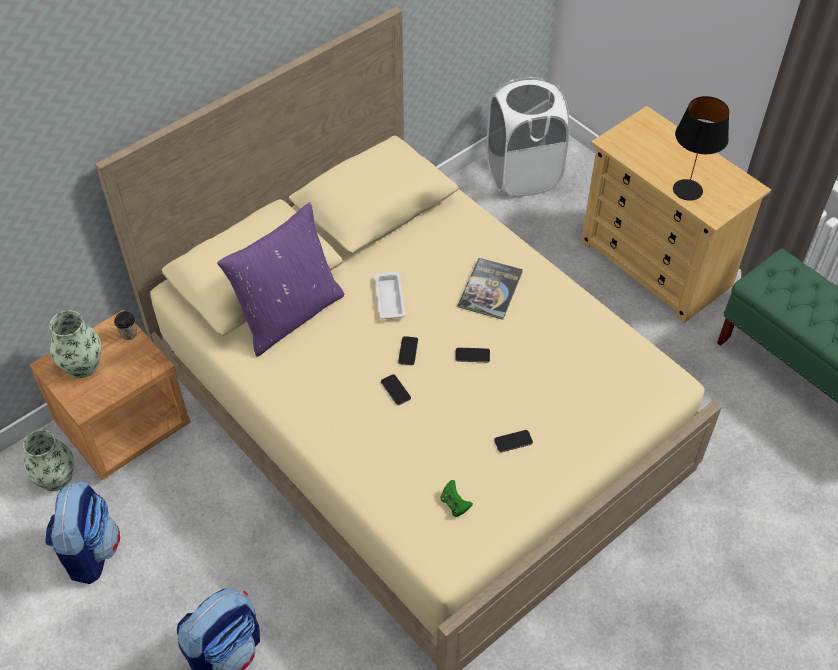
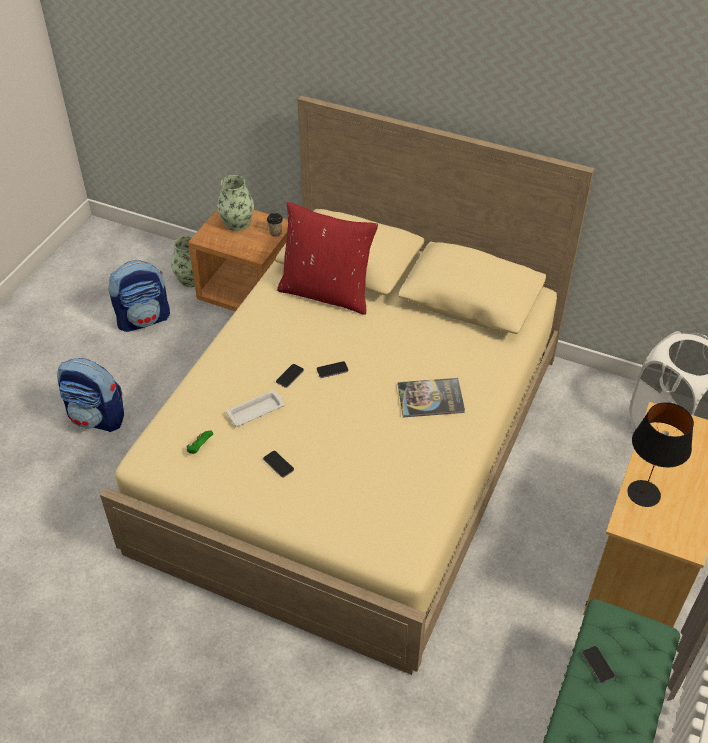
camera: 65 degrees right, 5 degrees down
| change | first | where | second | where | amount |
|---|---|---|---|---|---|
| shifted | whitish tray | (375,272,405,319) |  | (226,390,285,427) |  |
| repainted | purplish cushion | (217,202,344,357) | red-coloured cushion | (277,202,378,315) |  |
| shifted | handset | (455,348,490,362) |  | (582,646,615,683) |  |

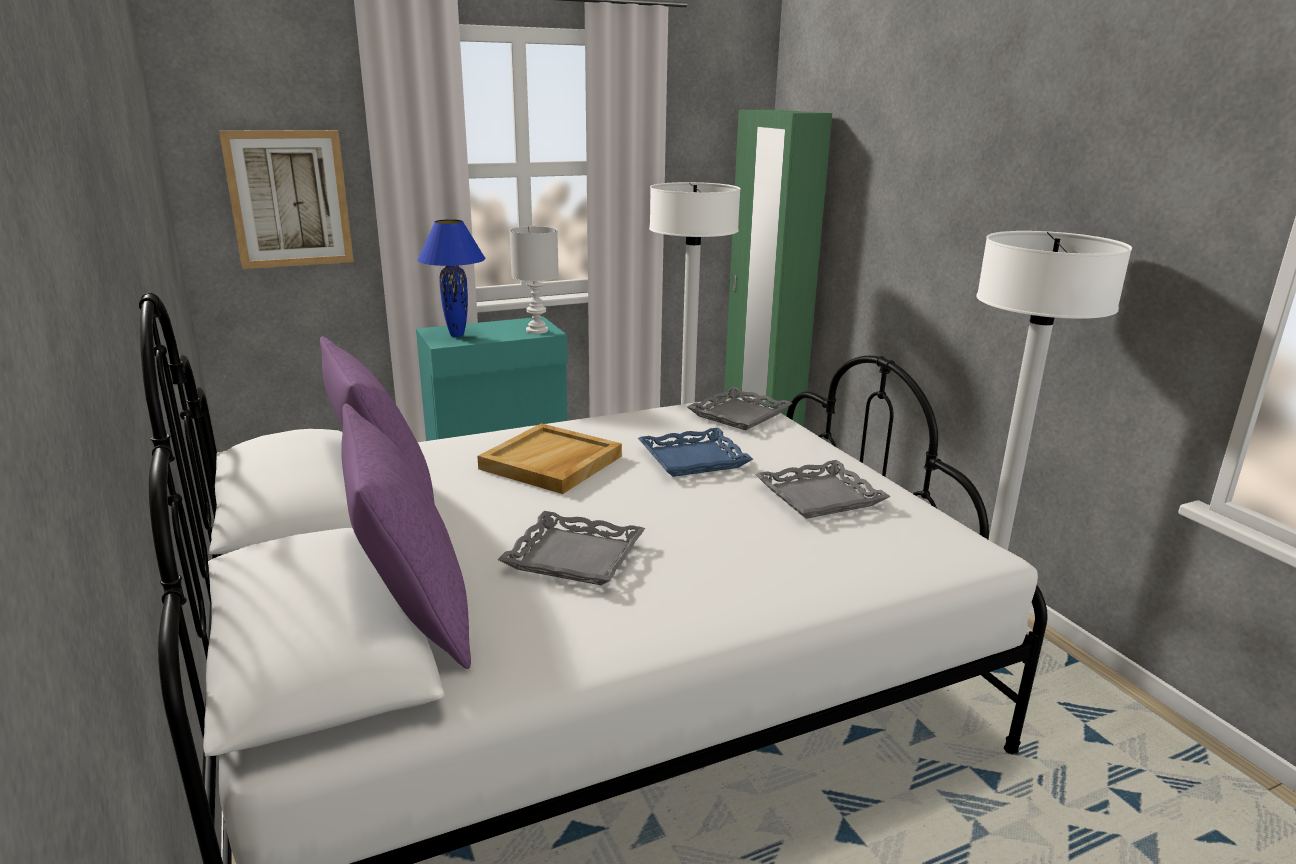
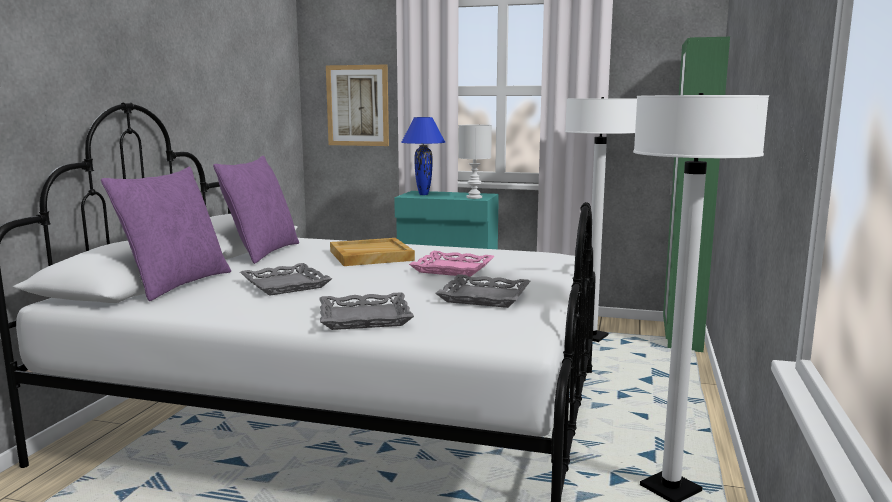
camera: 40 degrees right, 10 degrees down
| change | first | where | second | where | amount |
|---|---|---|---|---|---|
| shifted | grey tray | (687,387,793,430) |  | (319,292,414,330) |  |
| repainted | bluish tray | (638,428,753,477) | pinkish tray | (409,251,495,277) |  |

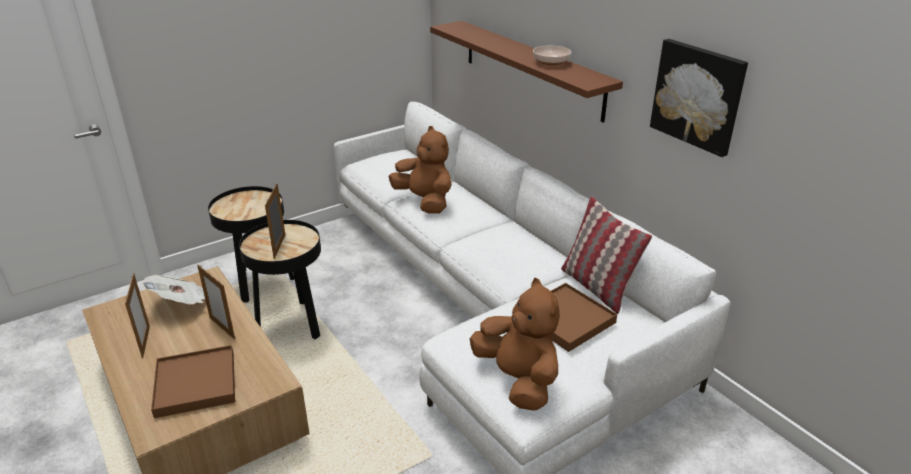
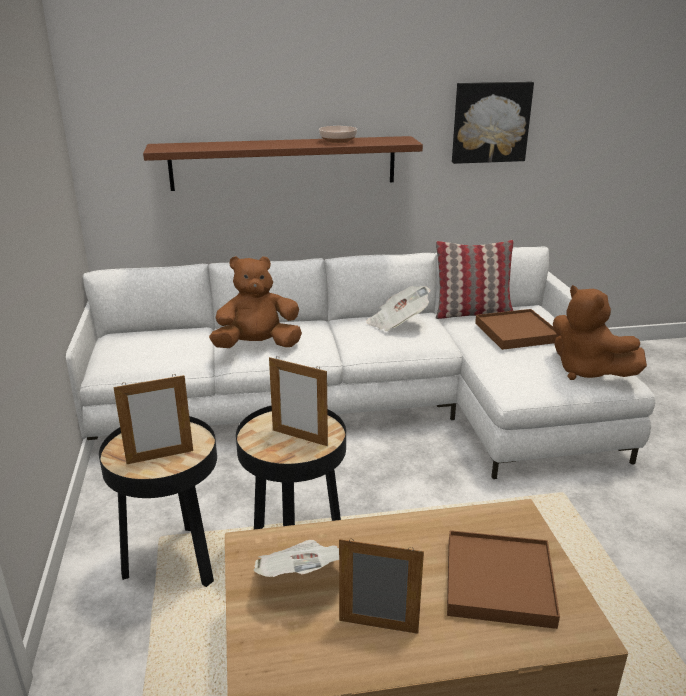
camera: 65 degrees left, 5 degrees down
| change | first | where | second | where | amount |
|---|---|---|---|---|---|
| shifted | picture frame | (197,265,235,340) |  | (113,375,193,464) |  |
| new |  |  | newspaper | (367,286,431,331) |  |
| rotated | brownish plush toy | (469,278,560,411) |  | (553,285,647,380) | 120 degrees counterclockwise |

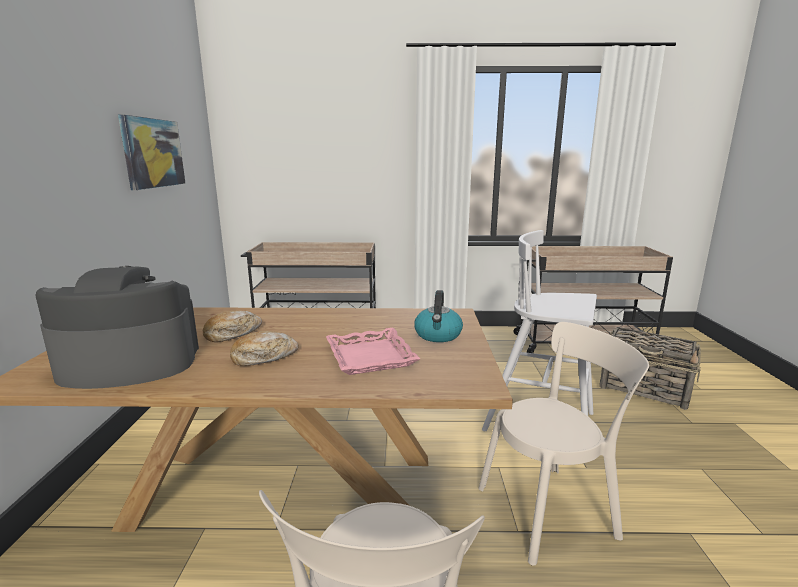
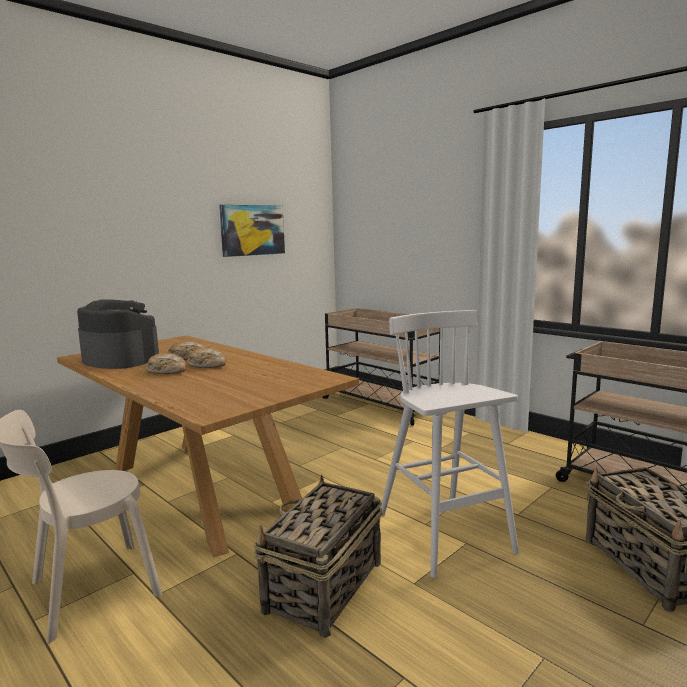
camera: 45 degrees right, 5 degrees down
| change | first | where | second | where | amount |
|---|---|---|---|---|---|
| new |  |  | bakery bread | (187,348,226,368) |  |
| swapped | sand-coloured plain chair | (479,322,649,566) | basket | (254,474,383,638) |  |
| gone | pinkish tray | (326,328,420,375) |  |  |  |
| gone | kettle | (414,290,463,342) |  |  |  |

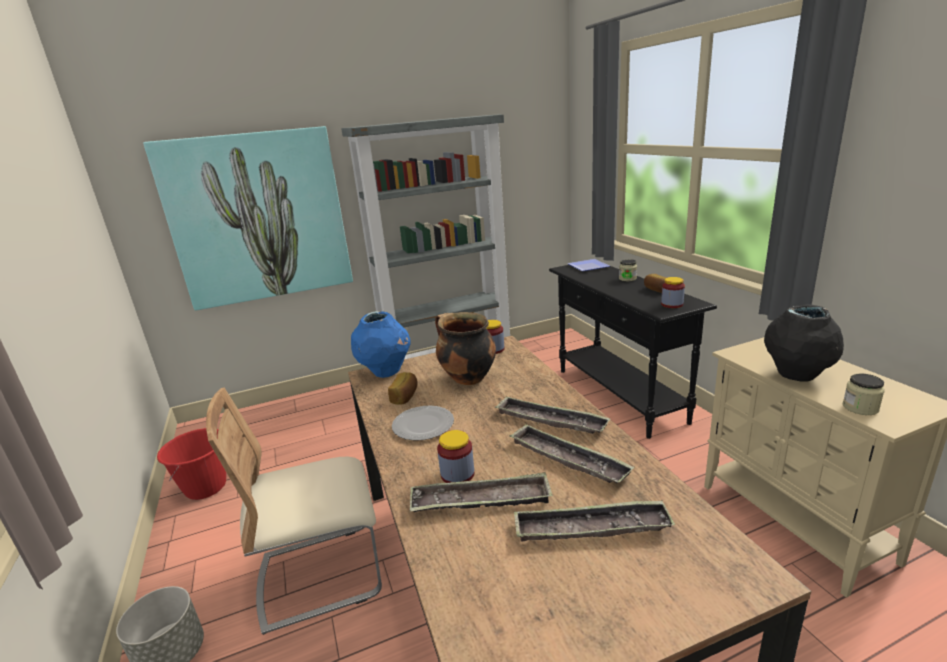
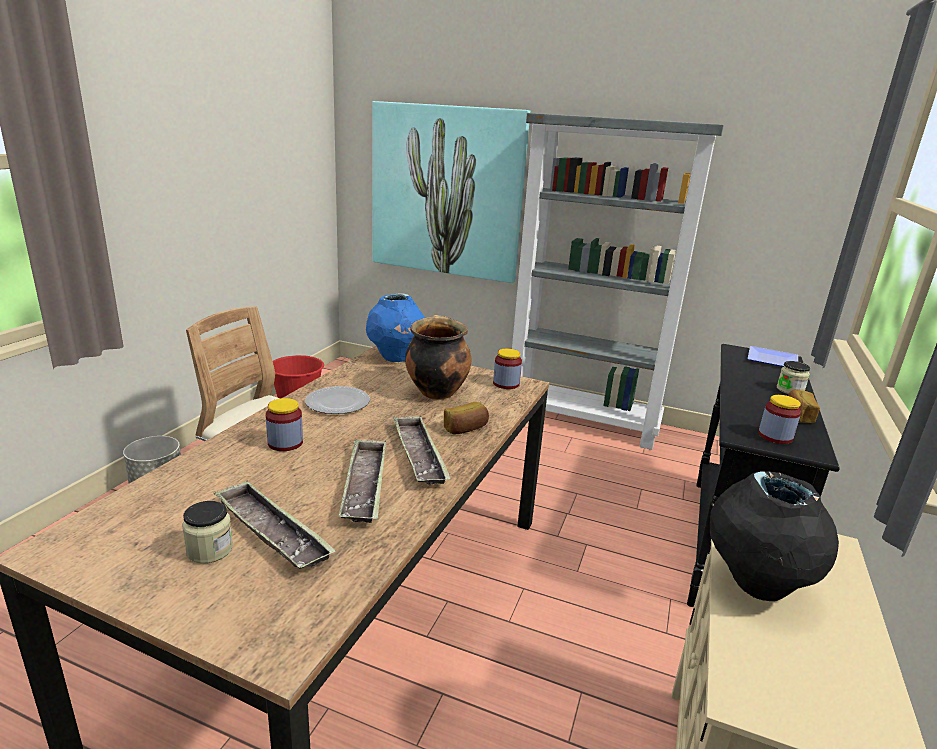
camera: 40 degrees right, 0 degrees up
| change | first | where | second | where | amount |
|---|---|---|---|---|---|
| shifted | storage jar | (843,373,885,415) |  | (182,501,233,564) |  |
| shifted | bakery bread | (388,372,418,405) |  | (444,402,489,434) |  |
| gone | tray | (410,472,553,512) |  |  |  |

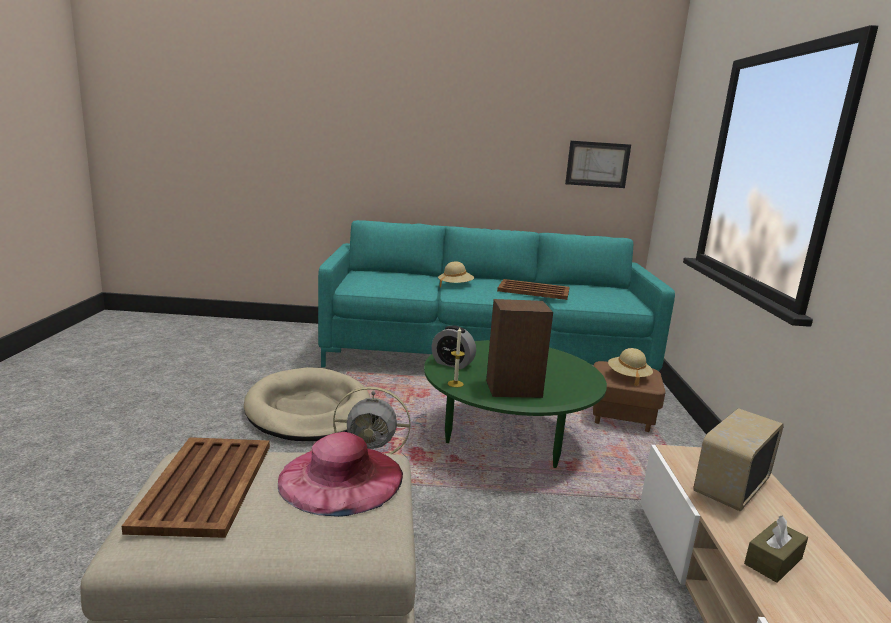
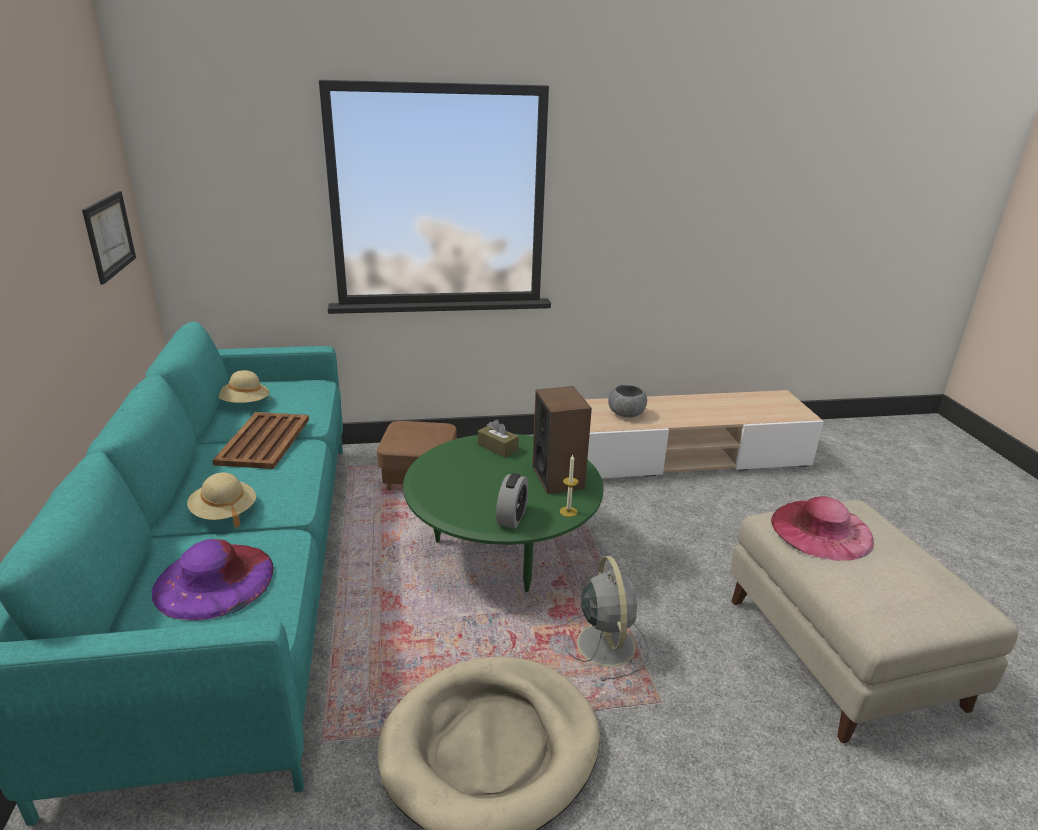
camera: 100 degrees left, 10 degrees up
| change | first | where | second | where | amount |
|---|---|---|---|---|---|
| new |  |  | purplish wearable hat | (151,539,274,621) |  |
| shifted | sand-coloured wearable hat | (608,348,653,386) |  | (218,370,271,403) |  |
| shifted | brownish tissue holder | (744,515,808,583) |  | (478,419,519,458) |  |
| swapped | radio set | (693,408,784,511) | grey bowl | (608,385,647,417) |  |
| gone | brownish tray | (121,437,270,538) |  |  |  |

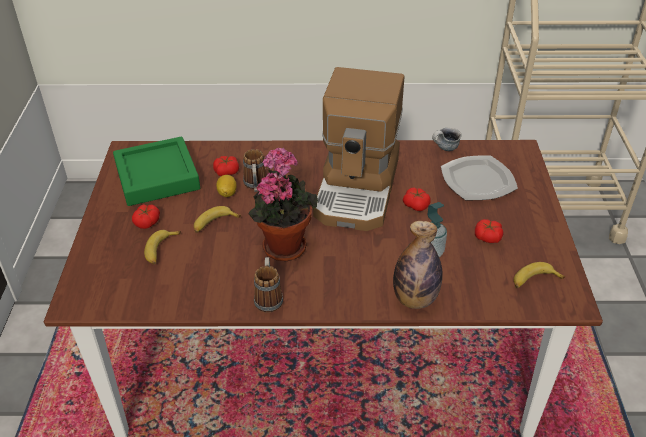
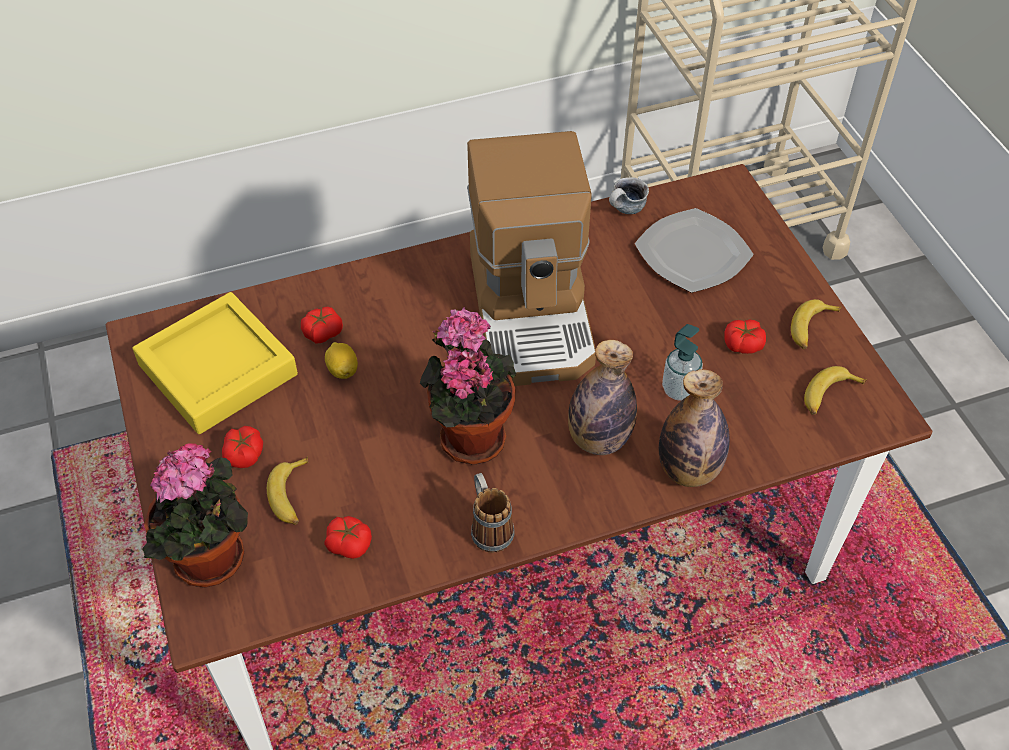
camera: 20 degrees left, 10 degrees up
| change | first | where | second | where | amount |
|---|---|---|---|---|---|
| repainted | green-coloured tray | (113,137,200,206) | yellow-coloured tray | (133,292,298,434) |  |
| new |  |  | houseplant | (142,443,248,588) |  |
| shifted | fresh tomato | (403,187,431,211) |  | (324,516,372,559) |  |
| new |  |  | bottle | (568,340,637,455) |  |
| shifted | banana | (194,206,241,233) |  | (791,299,841,349) |  |
| gone | tea mug | (243,149,267,192) |  |  |  |

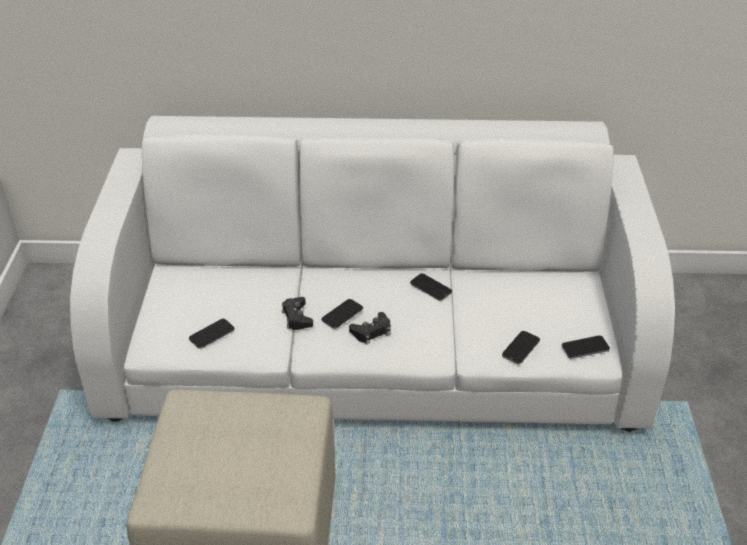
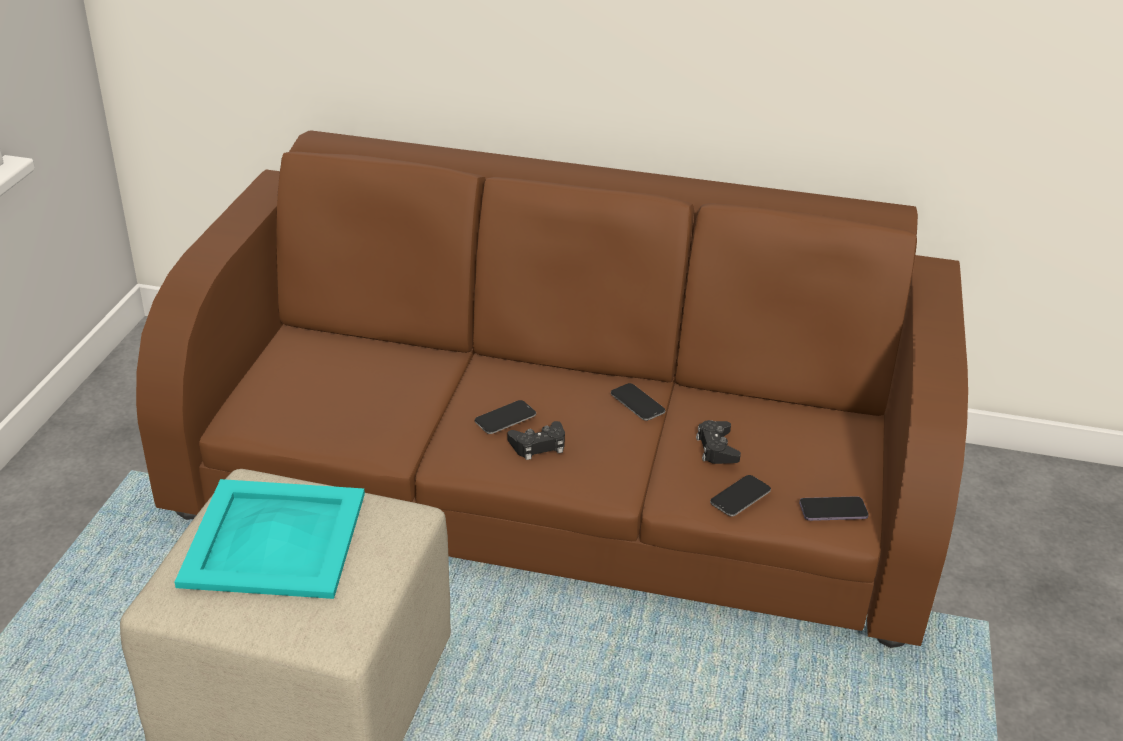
camera: 10 degrees right, 5 degrees down
| change | first | where | second | where | amount |
|---|---|---|---|---|---|
| repainted | whitish couch | (70,116,675,432) | brownish couch | (136,130,968,648) |  |
| new |  |  | turquoise-coloured tray | (175,479,365,599) |  |
| shifted | black game controller | (282,297,313,330) |  | (696,420,741,464) |  |
| gone | handset | (189,319,235,349) |  |  |  |

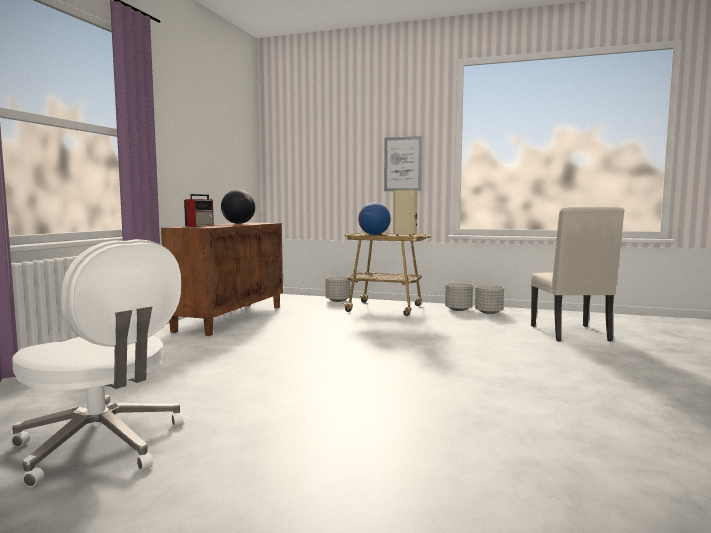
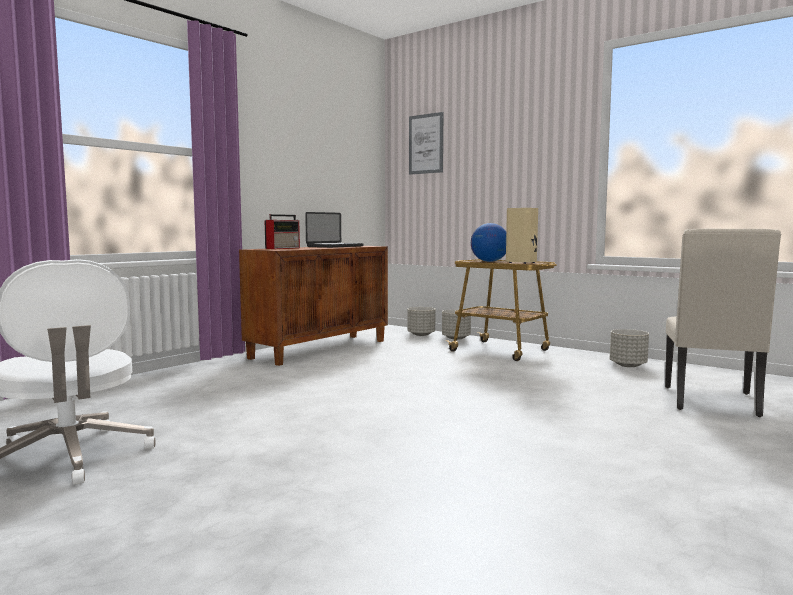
camera: 20 degrees right, 0 degrees up
| change | first | where | second | where | amount |
|---|---|---|---|---|---|
| swapped | globe | (221,190,255,224) | laptop | (305,212,363,248) |  |
| shifted | grey planter | (445,283,473,311) |  | (407,307,435,336) |  |
| shifted | wall art | (384,136,422,191) |  | (409,112,443,175) |  |

